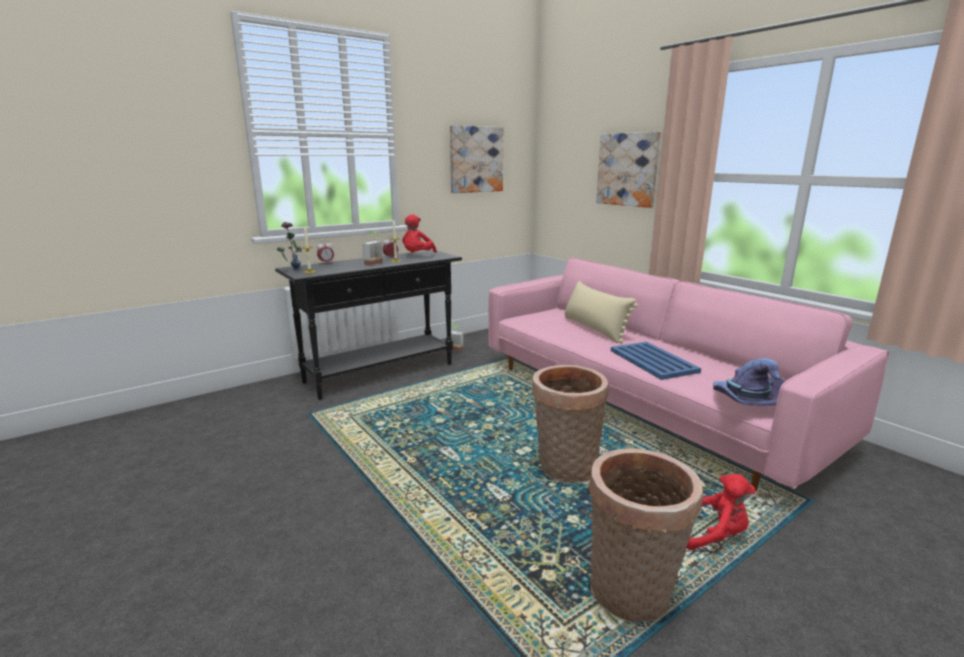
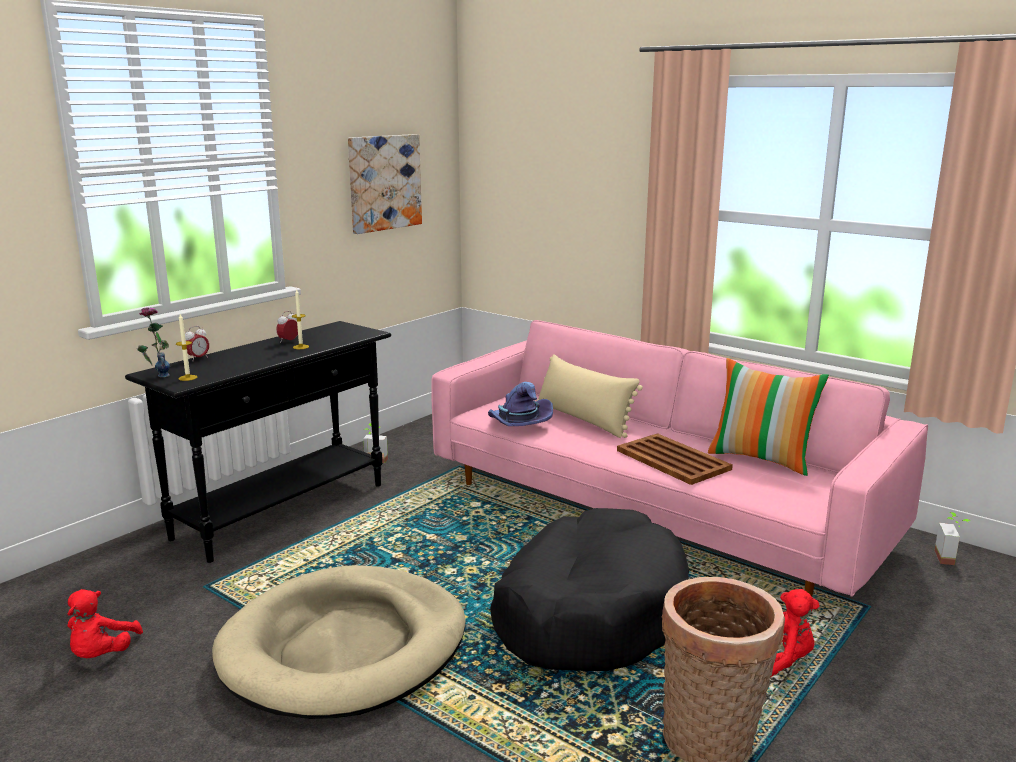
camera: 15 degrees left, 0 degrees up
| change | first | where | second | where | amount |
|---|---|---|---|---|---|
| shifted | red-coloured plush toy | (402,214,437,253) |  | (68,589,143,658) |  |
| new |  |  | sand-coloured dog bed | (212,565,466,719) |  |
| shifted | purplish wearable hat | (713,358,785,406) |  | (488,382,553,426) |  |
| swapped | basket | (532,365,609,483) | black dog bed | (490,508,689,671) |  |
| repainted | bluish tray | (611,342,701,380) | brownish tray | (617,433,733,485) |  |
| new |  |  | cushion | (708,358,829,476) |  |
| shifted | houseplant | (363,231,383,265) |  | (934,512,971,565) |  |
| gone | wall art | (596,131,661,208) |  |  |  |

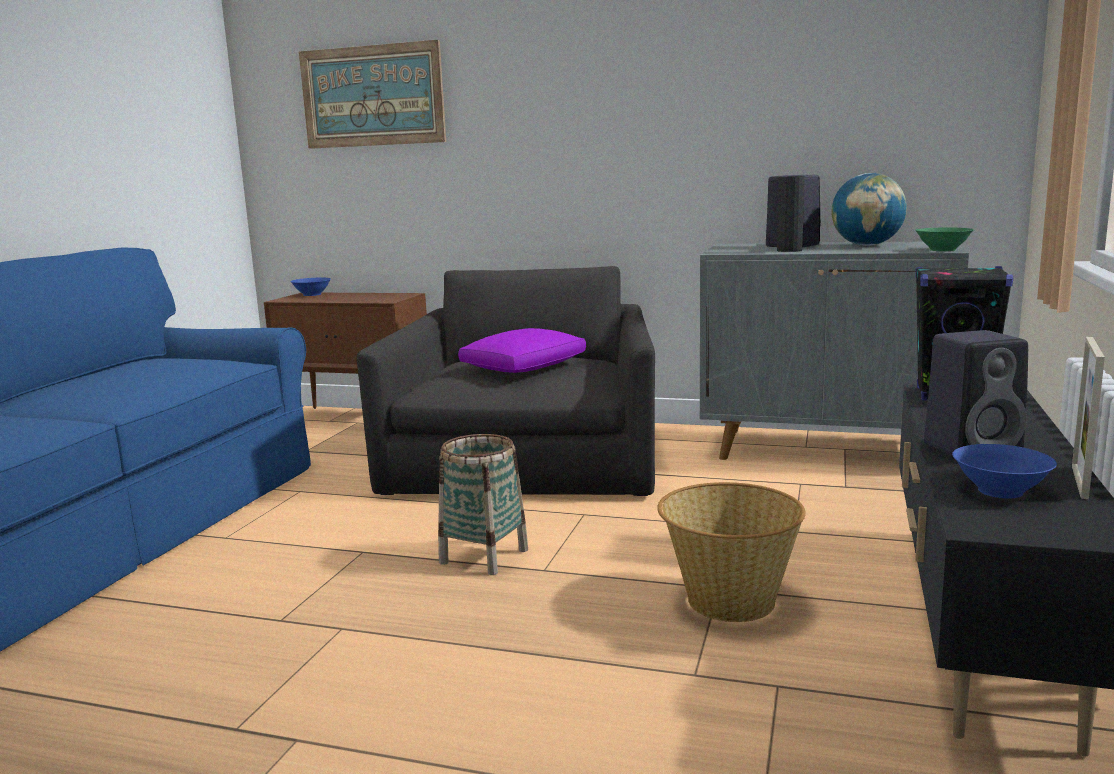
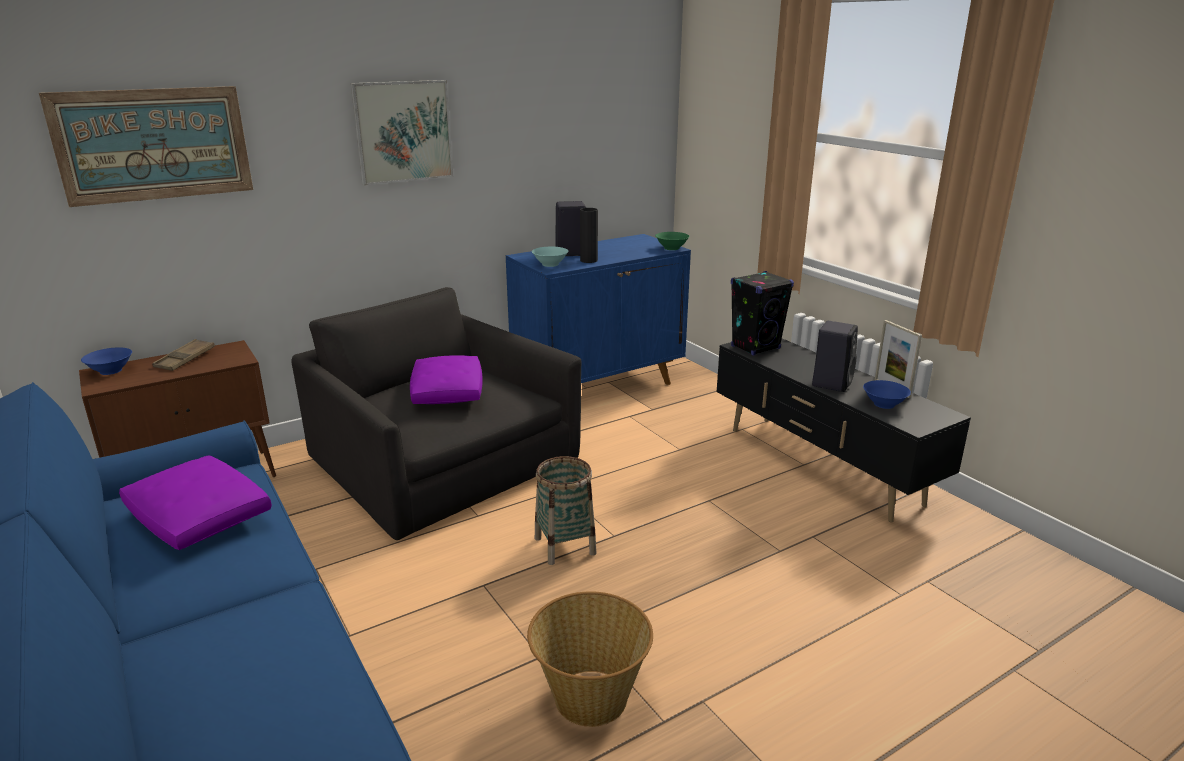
camera: 50 degrees left, 10 degrees up
| change | first | where | second | where | amount |
|---|---|---|---|---|---|
| new |  |  | purplish cushion | (119,455,272,550) |  |
| new |  |  | brownish tray | (152,339,215,371) |  |
| new |  |  | wall art | (351,80,454,186) |  |
| repainted | grey storage cabinet | (700,242,969,460) | bluish storage cabinet | (506,234,691,385) |  |
| shifted | basket | (657,482,806,622) |  | (527,591,653,727) |  |
| new |  |  | turquoise-coloured bowl | (532,247,569,267) |  |
| gone | globe | (831,173,907,246) |  |  |  |

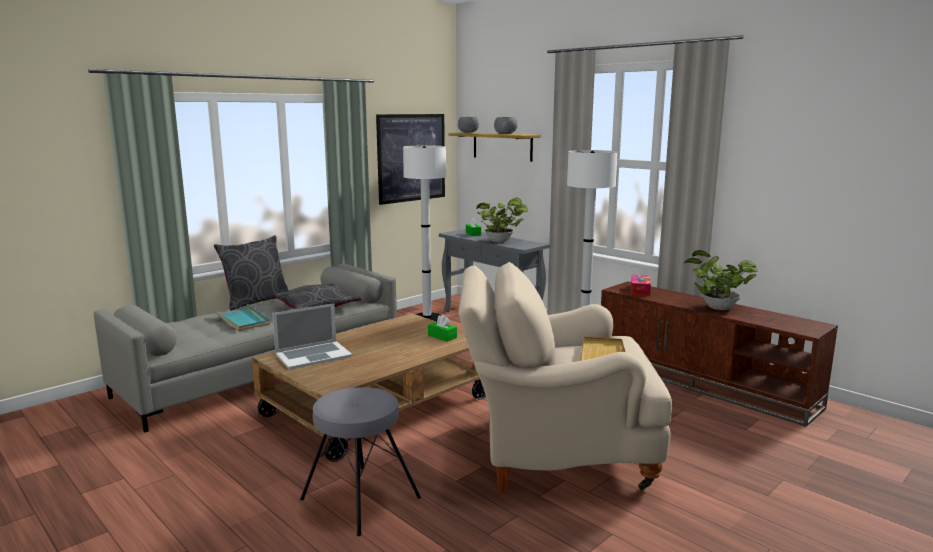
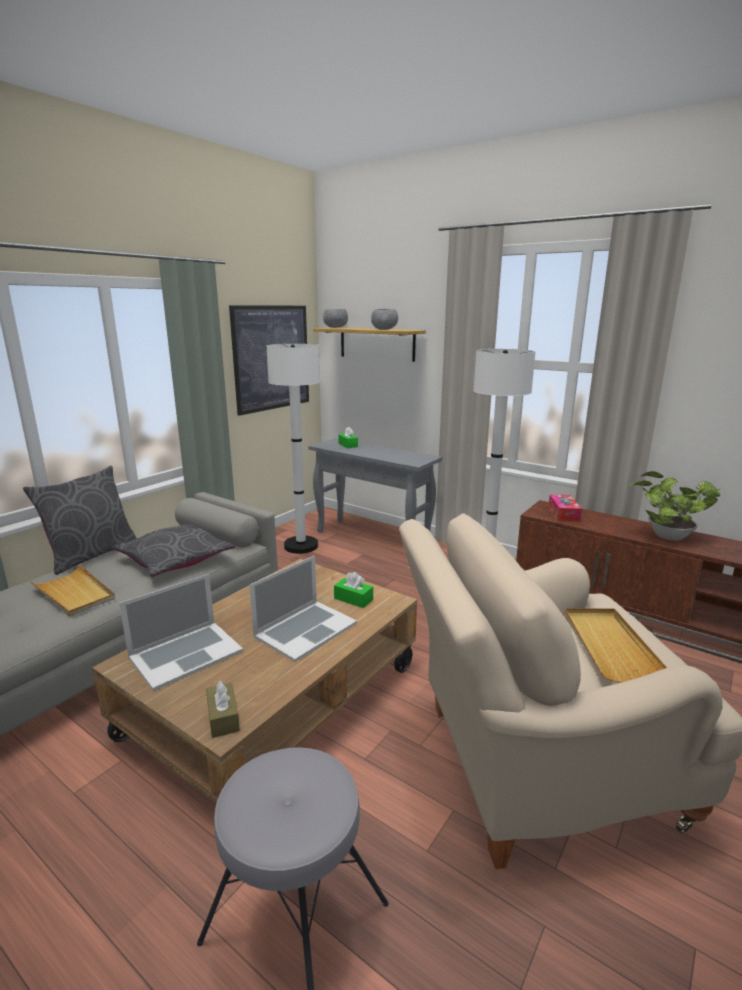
camera: 10 degrees left, 5 degrees up
| change | first | where | second | where | amount |
|---|---|---|---|---|---|
| repainted | turquoise-coloured tray | (213,304,270,331) | sand-coloured tray | (30,565,115,617) |  |
| new |  |  | brownish tissue holder | (206,680,240,738) |  |
| new |  |  | laptop | (249,555,357,662) |  |
| gone | houseplant | (476,197,528,243) |  |  |  |

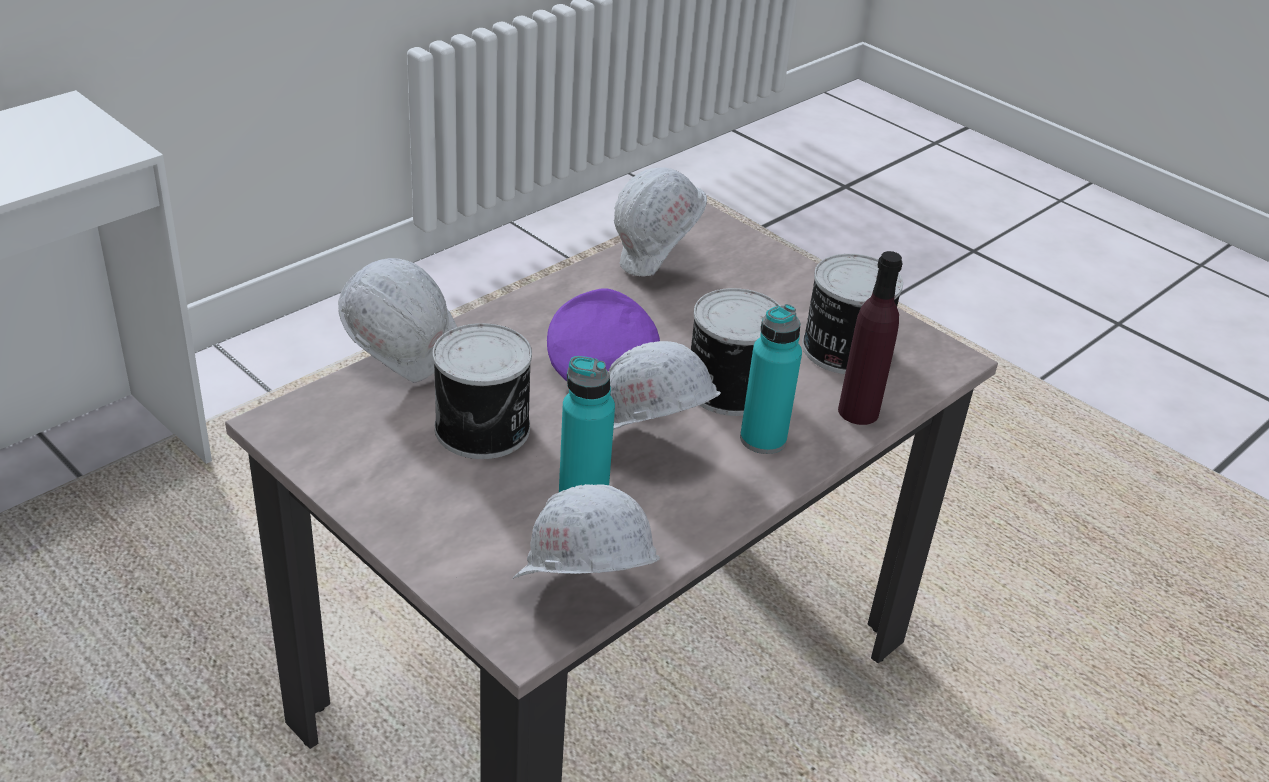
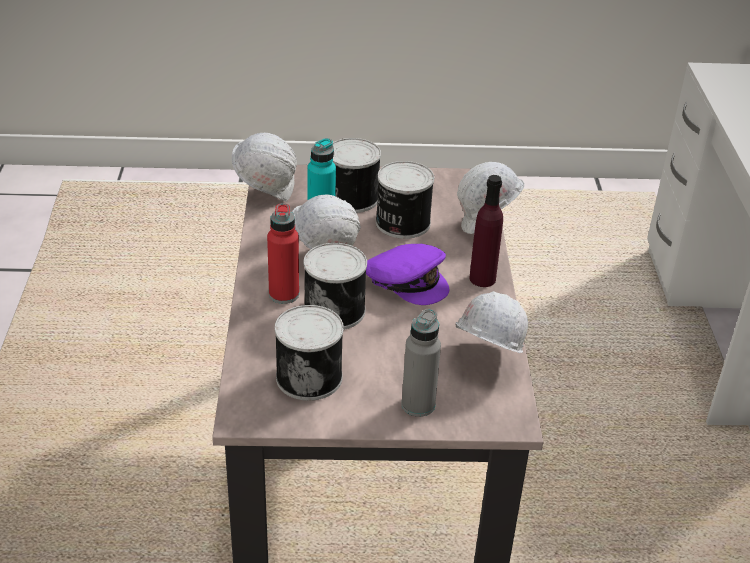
camera: 135 degrees right, 0 degrees up
| change | first | where | second | where | amount |
|---|---|---|---|---|---|
| repainted | turquoise-coloured bottle | (740,304,802,454) | red-coloured bottle | (267,203,299,304) |  |
| new |  |  | metal can | (333,138,381,213) |  |
| new |  |  | grey bottle | (401,309,441,417) |  |
| shifted | purplish bottle | (838,251,903,425) |  | (469,175,503,287) |  |

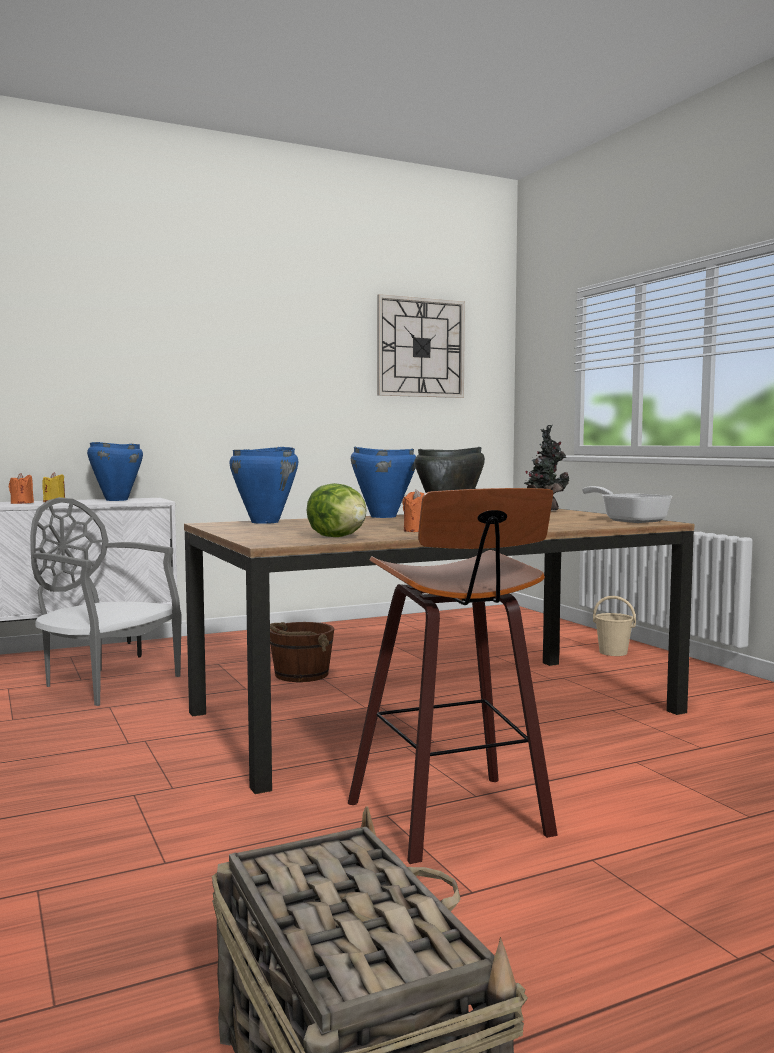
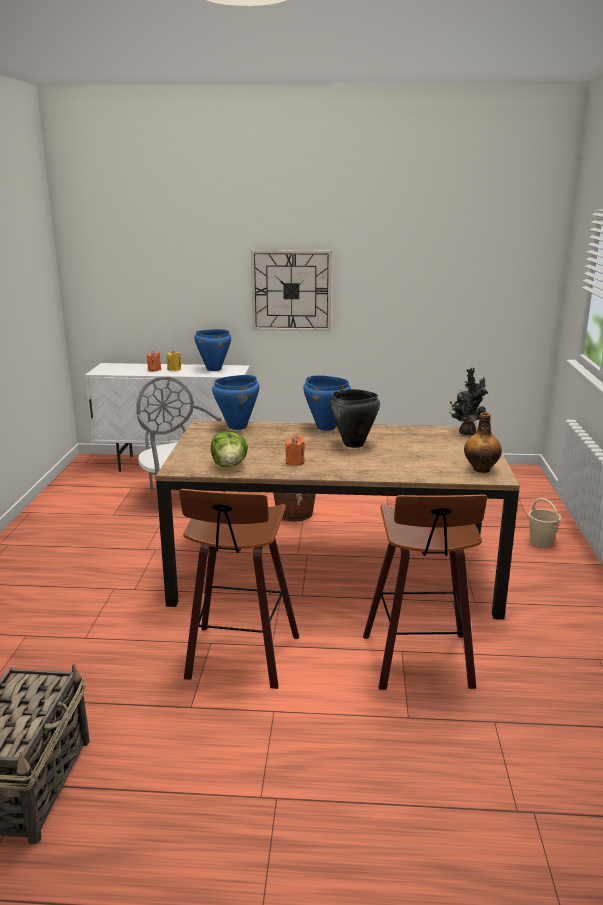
camera: 30 degrees right, 15 degrees up
| change | first | where | second | where | amount |
|---|---|---|---|---|---|
| shifted | hanging clock | (377,294,465,398) |  | (251,250,332,332) |  |
| new |  |  | sitting stool | (363,494,487,690) |  |
| swapped | pan | (582,486,673,523) | bottle | (464,412,502,473) |  |

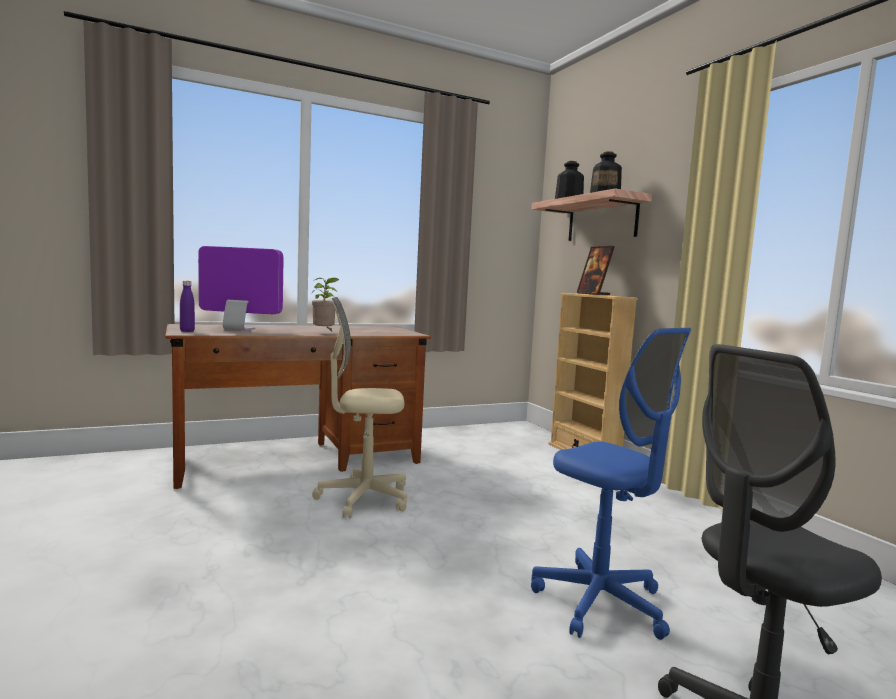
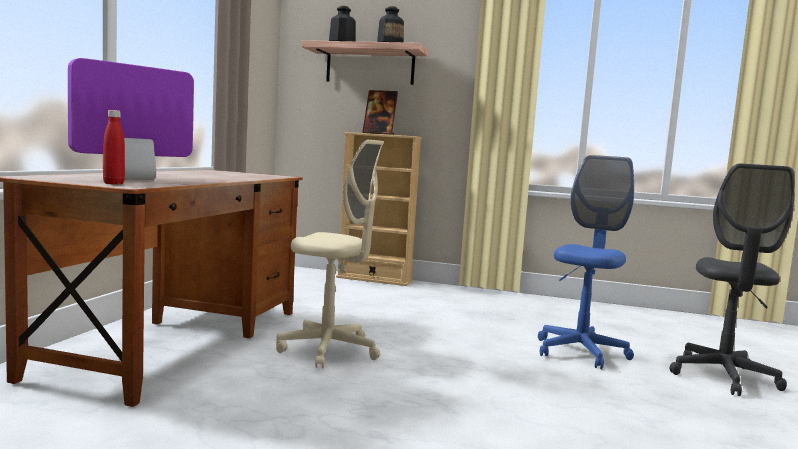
camera: 50 degrees left, 0 degrees up
| change | first | where | second | where | amount |
|---|---|---|---|---|---|
| repainted | purplish bottle | (180,281,195,332) | red-coloured bottle | (103,110,125,185) |  |
| rotated | sand-coloured computer chair | (312,297,407,518) |  | (276,139,384,368) | 105 degrees counterclockwise |
| rotated | bluish computer chair | (531,328,691,640) |  | (538,155,634,369) | 60 degrees counterclockwise |
| gone | houseplant | (312,278,339,331) |  |  |  |

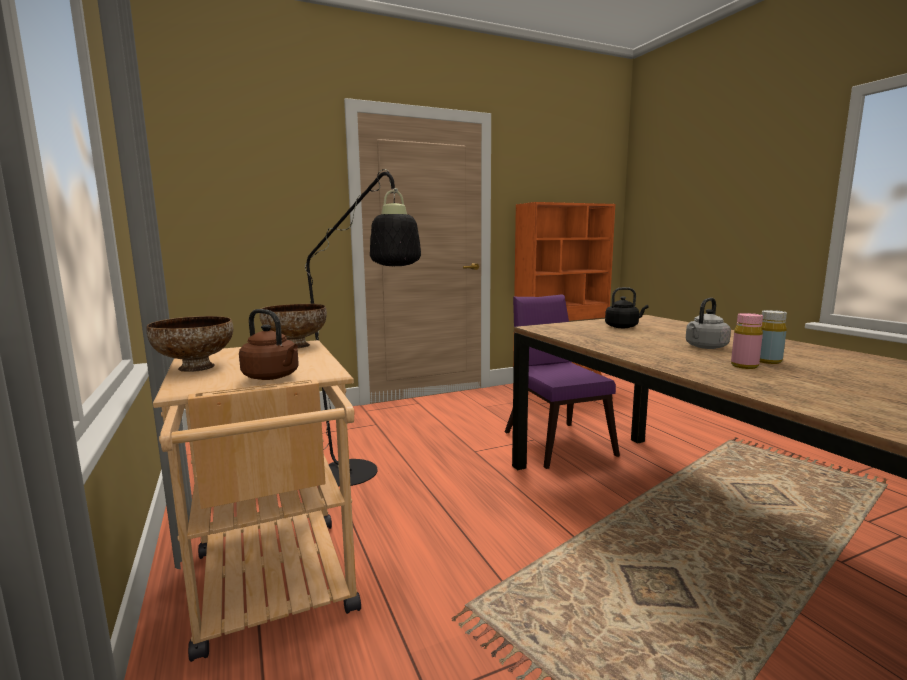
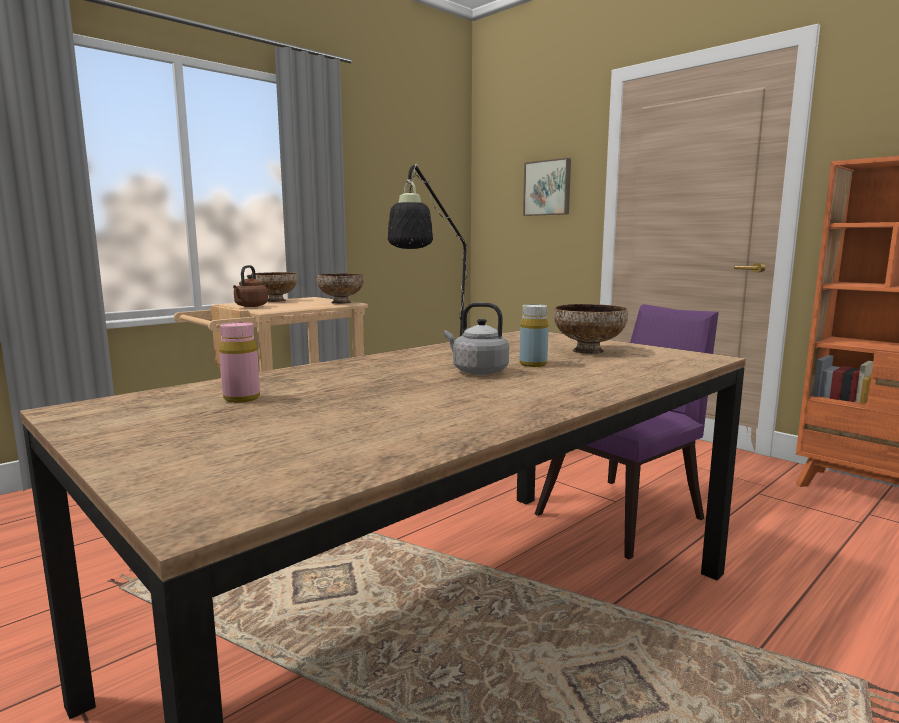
camera: 70 degrees right, 0 degrees up
| change | first | where | second | where | amount |
|---|---|---|---|---|---|
| shifted | pinkish bottle | (731,313,763,369) |  | (219,322,260,403) |  |
| shifted | yellow-coloured bottle | (760,310,787,364) |  | (520,304,549,367) |  |
| new |  |  | wall art | (523,158,571,216) |  |
| swapped | black kettle | (605,287,649,328) | bowl | (554,304,628,354) |  |

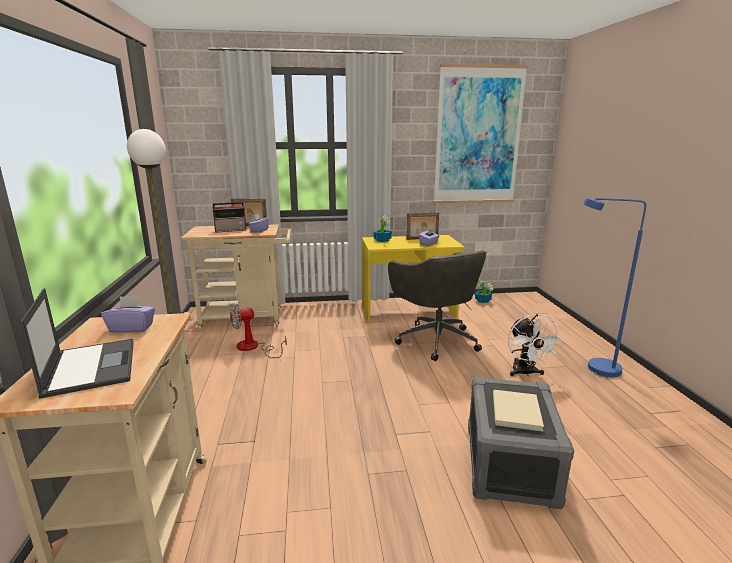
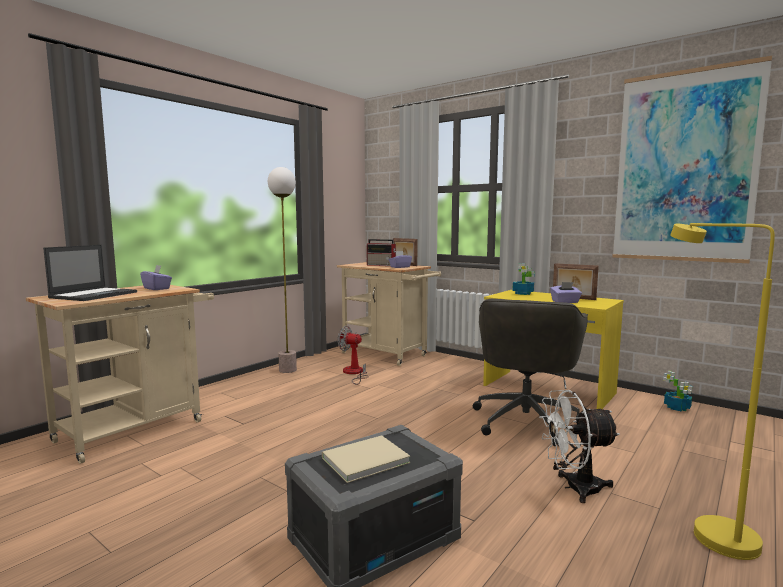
camera: 45 degrees right, 10 degrees down
| change | first | where | second | where | amount |
|---|---|---|---|---|---|
| rotated | whitish fan | (508,314,563,377) |  | (539,390,620,503) | 45 degrees clockwise |
| repainted | bluish floor lamp | (584,198,646,377) | yellow-coloured floor lamp | (670,223,775,560) |  |

